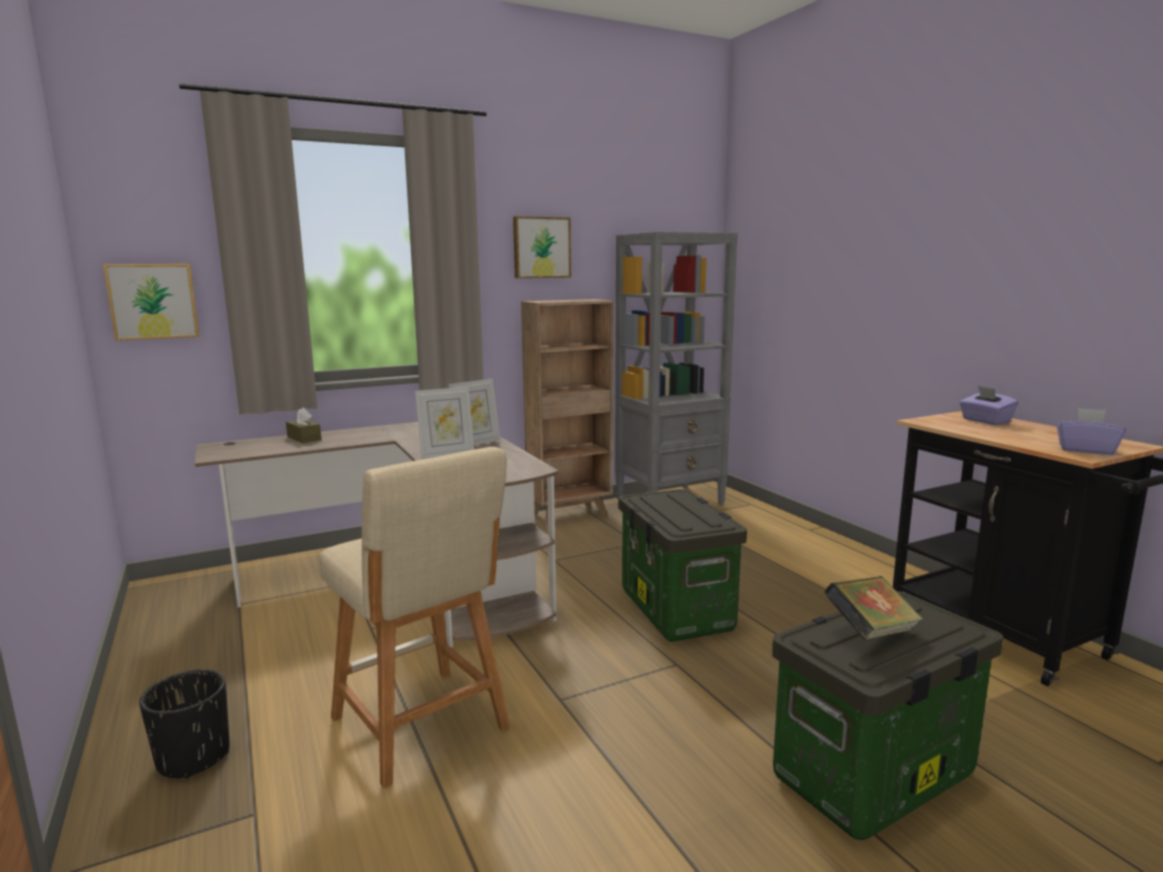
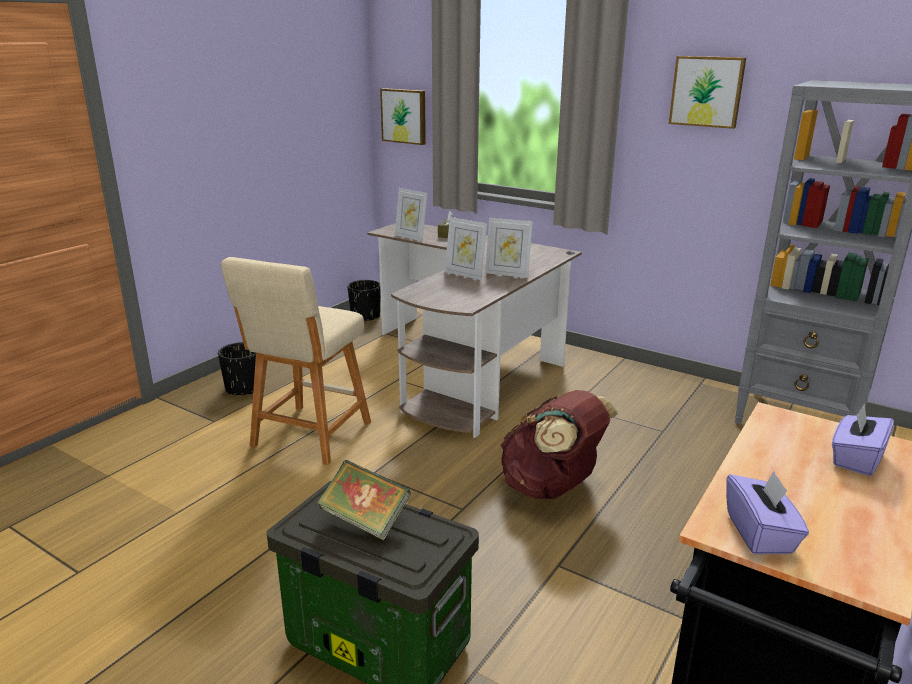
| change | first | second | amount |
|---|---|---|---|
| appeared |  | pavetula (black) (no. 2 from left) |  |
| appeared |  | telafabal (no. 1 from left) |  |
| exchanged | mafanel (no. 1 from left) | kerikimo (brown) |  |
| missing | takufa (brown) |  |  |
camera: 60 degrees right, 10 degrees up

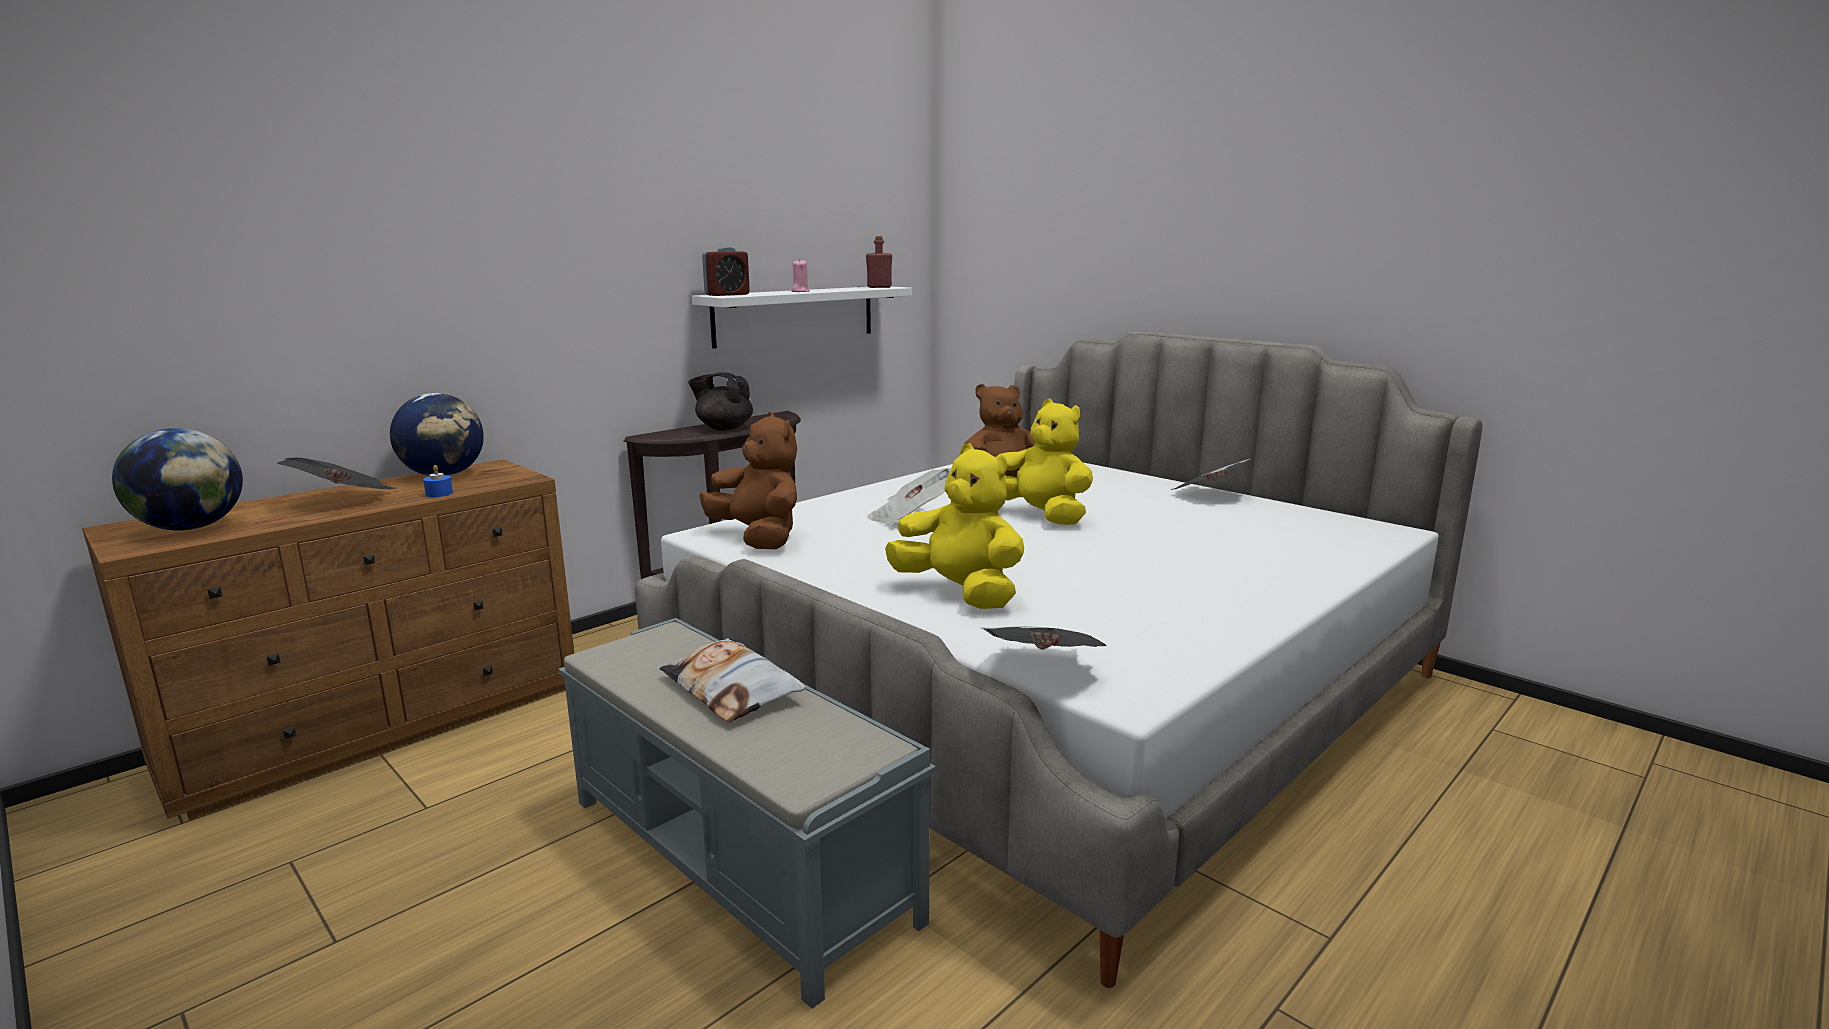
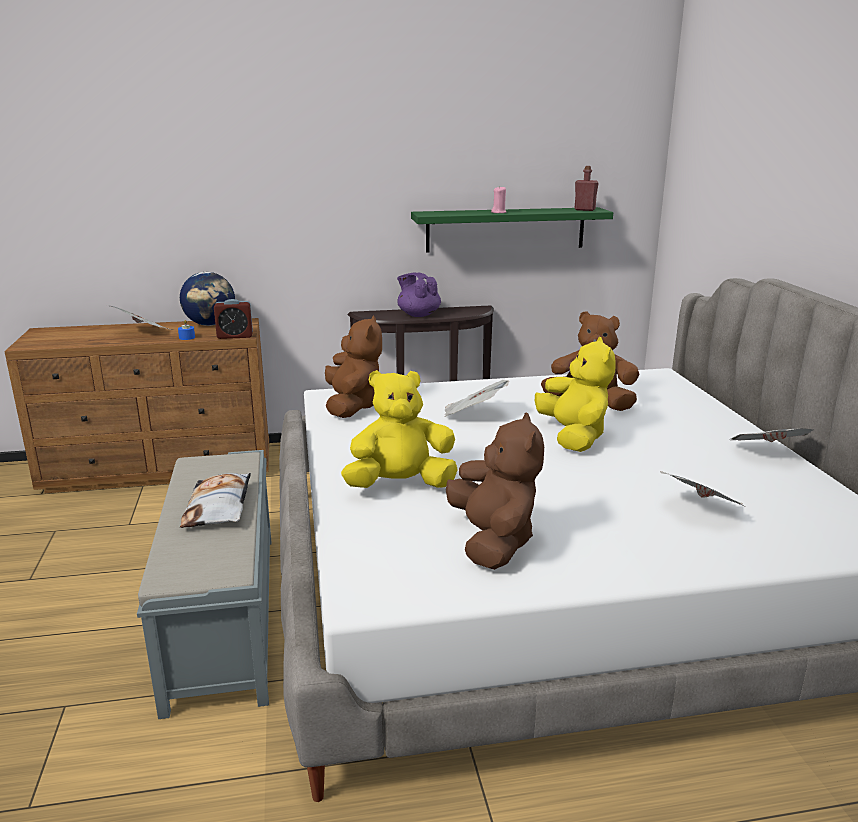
| change | first | second | amount |
|---|---|---|---|
| relocated | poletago |  |  |
| spun | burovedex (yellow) (no. 1 from left) |  | 90 degrees counterclockwise |
| colour | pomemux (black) | pomemux (purple) |  |
| colour | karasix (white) | karasix (green) |  |
| appeared |  | burovedex (brown) (no. 2 from left) |  |
| relocated | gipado (no. 3 from left) |  |  |
| missing | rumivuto (no. 1 from left) |  |  |
camera: 35 degrees right, 5 degrees up

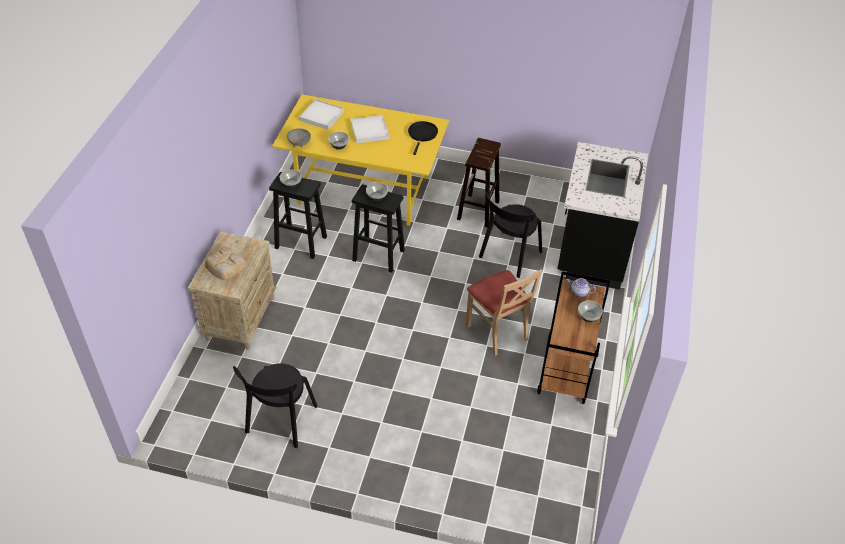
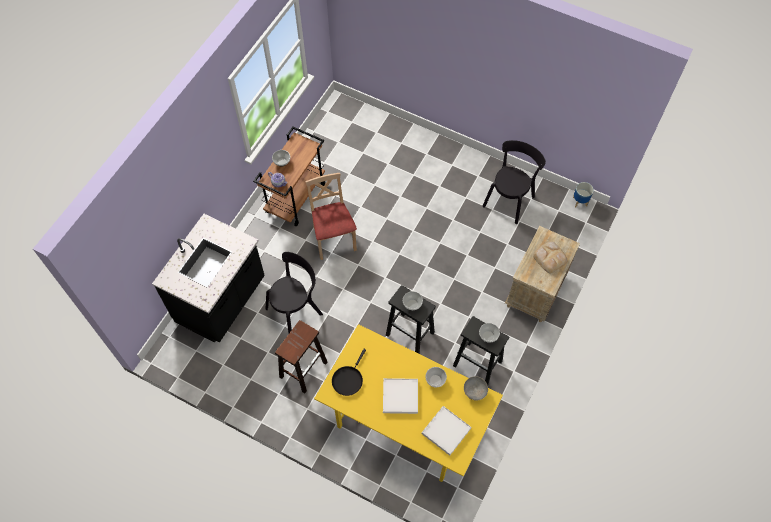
| change | first | second | amount |
|---|---|---|---|
| appeared |  | pavetula |  |
camera: 165 degrees left, 15 degrees up

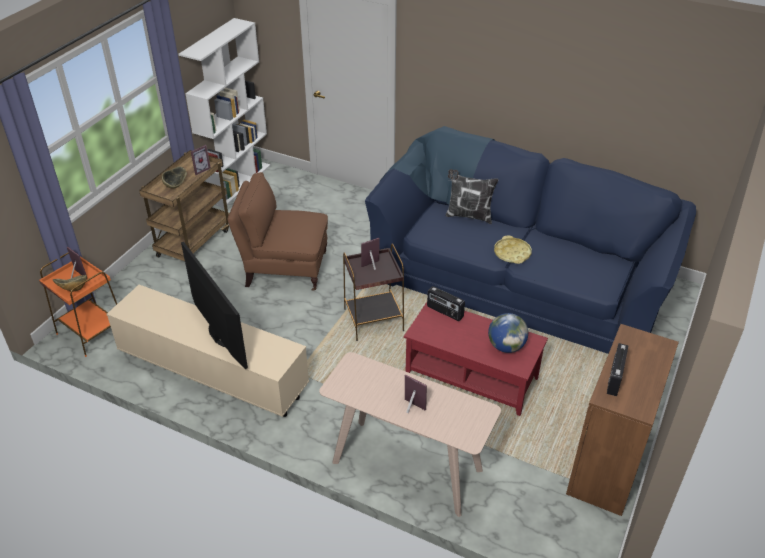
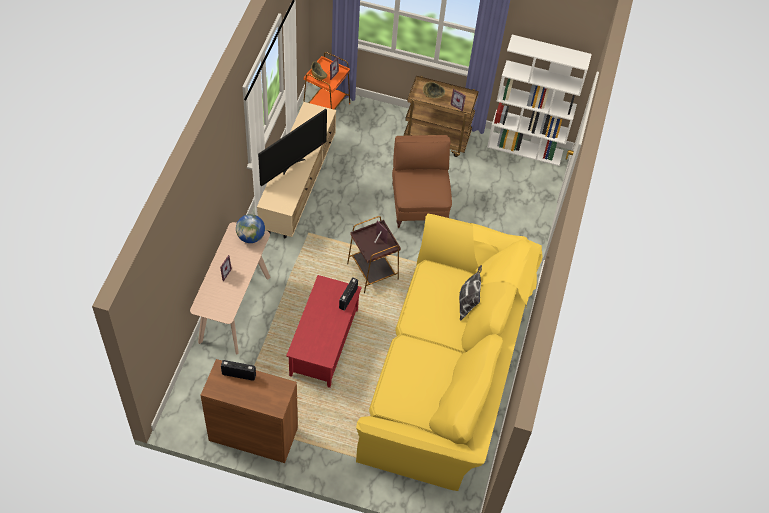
| change | first | second | amount |
|---|---|---|---|
| relocated | rumivuto |  |  |
| colour | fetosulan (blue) | fetosulan (yellow) |  |
| missing | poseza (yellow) |  |  |
camera: 75 degrees right, 15 degrees up

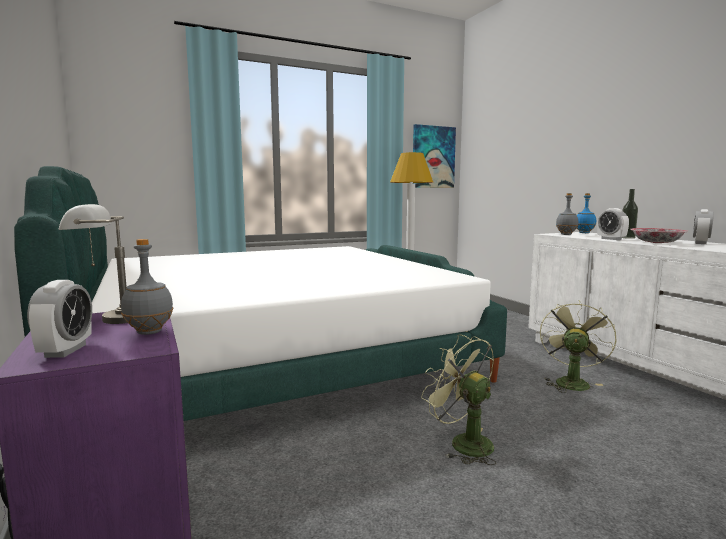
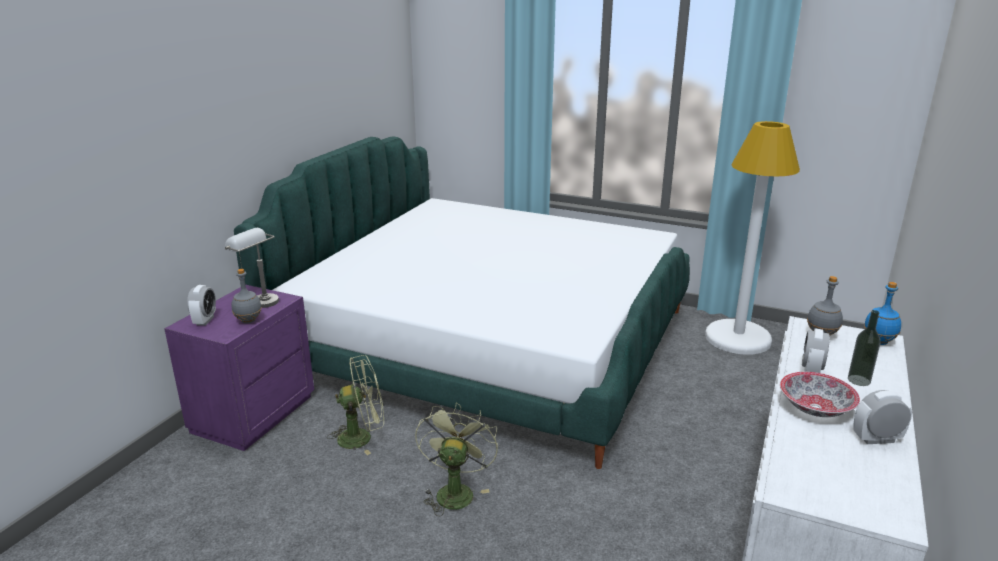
| change | first | second | amount |
|---|---|---|---|
| spun | poletago (no. 1 from left) |  | 45 degrees counterclockwise |
| relocated | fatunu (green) (no. 2 from left in the first image) | fatunu (green) (no. 1 from left) |  |
| missing | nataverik |  |  |
camera: 50 degrees right, 15 degrees up

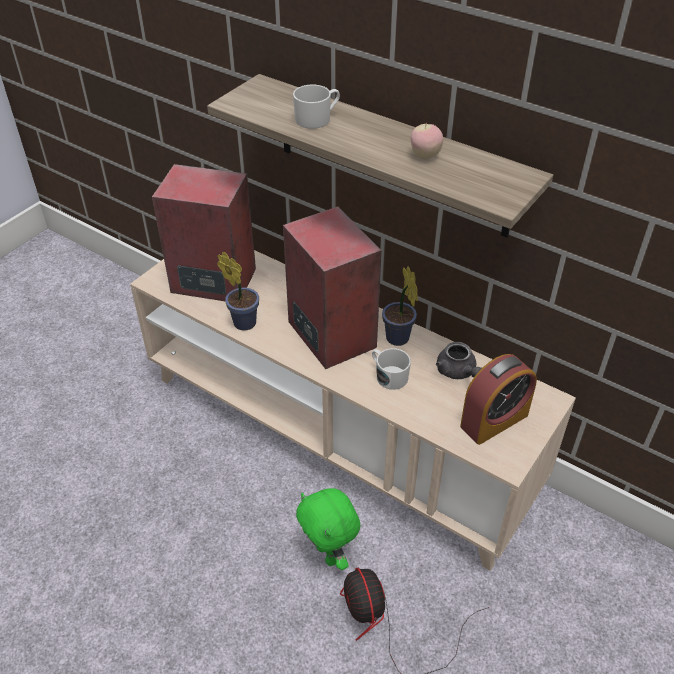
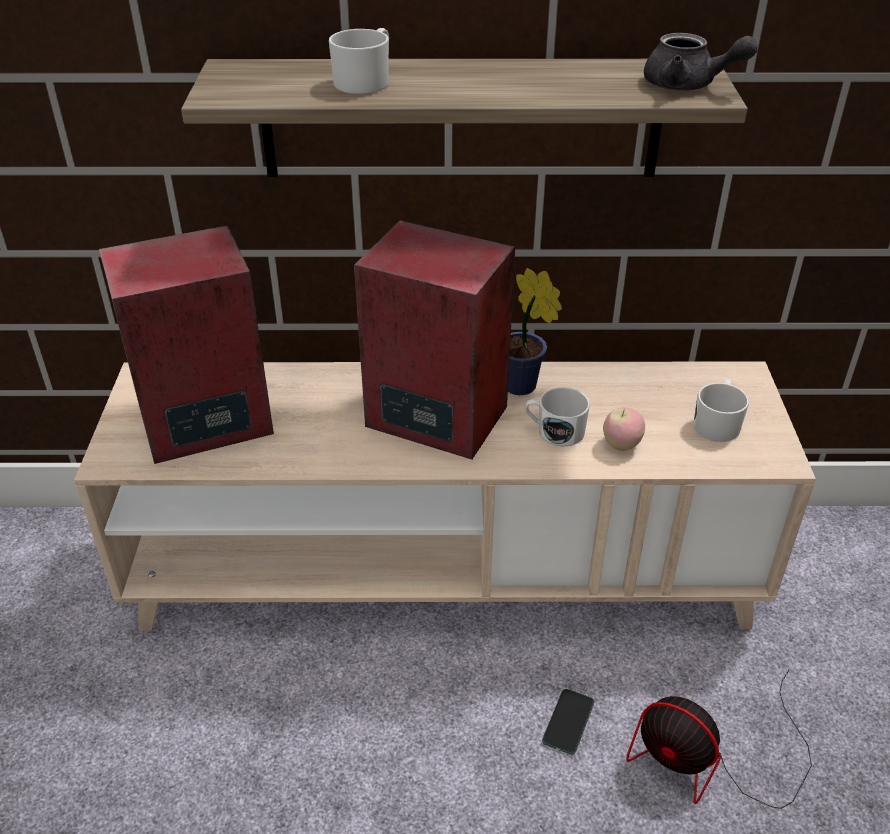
| change | first | second | amount |
|---|---|---|---|
| exchanged | burovedex (green) | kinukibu |  |
| relocated | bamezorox |  |  |
| relocated | pomemux (grey) |  |  |
| exchanged | poletago | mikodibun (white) (no. 3 from left) |  |
| missing | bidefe (no. 1 from left) |  |  |
camera: 35 degrees left, 5 degrees down

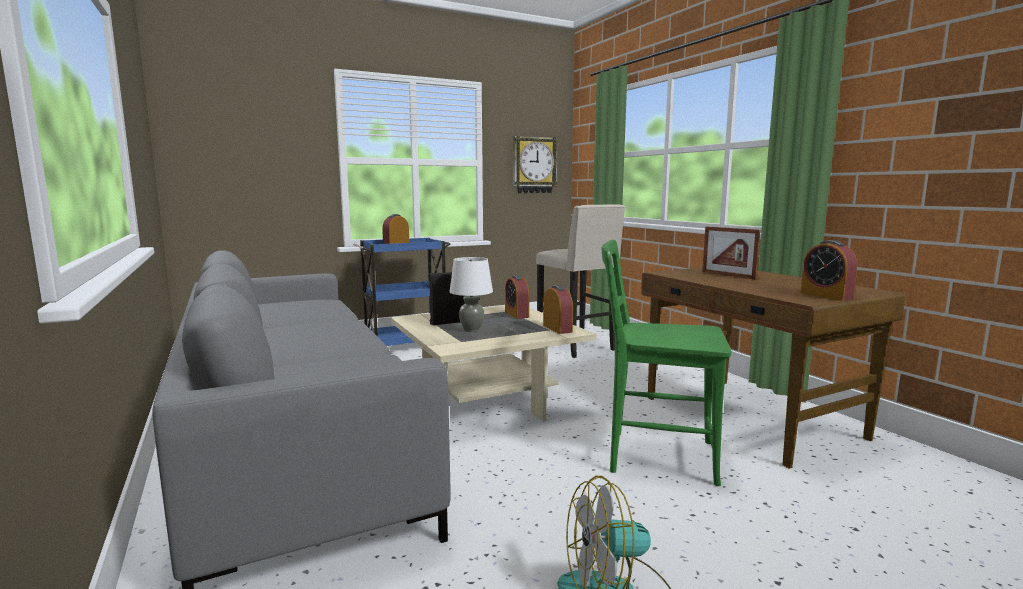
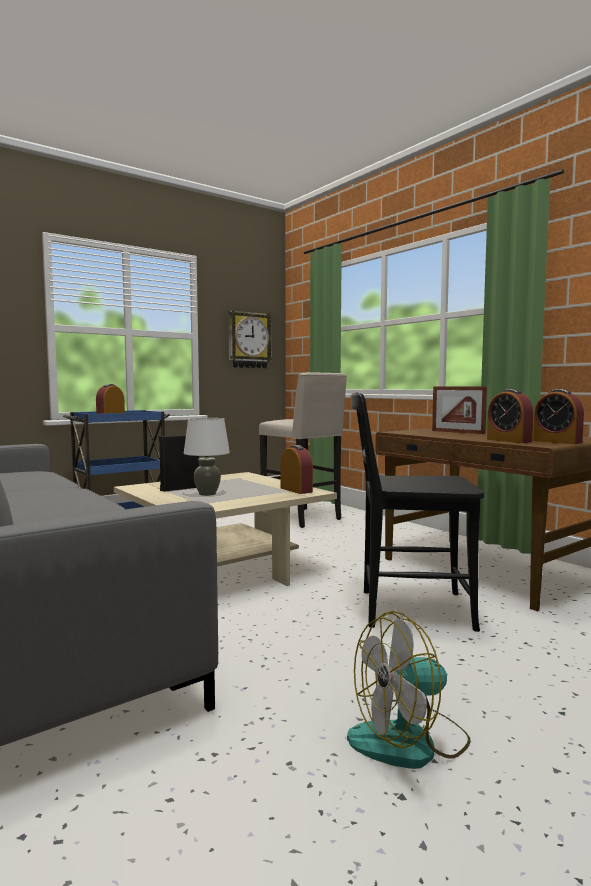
| change | first | second | amount |
|---|---|---|---|
| colour | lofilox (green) | lofilox (black) |  |
| relocated | poletago (no. 2 from left in the first image) | poletago (no. 3 from left) |  |
camera: 10 degrees left, 5 degrees down

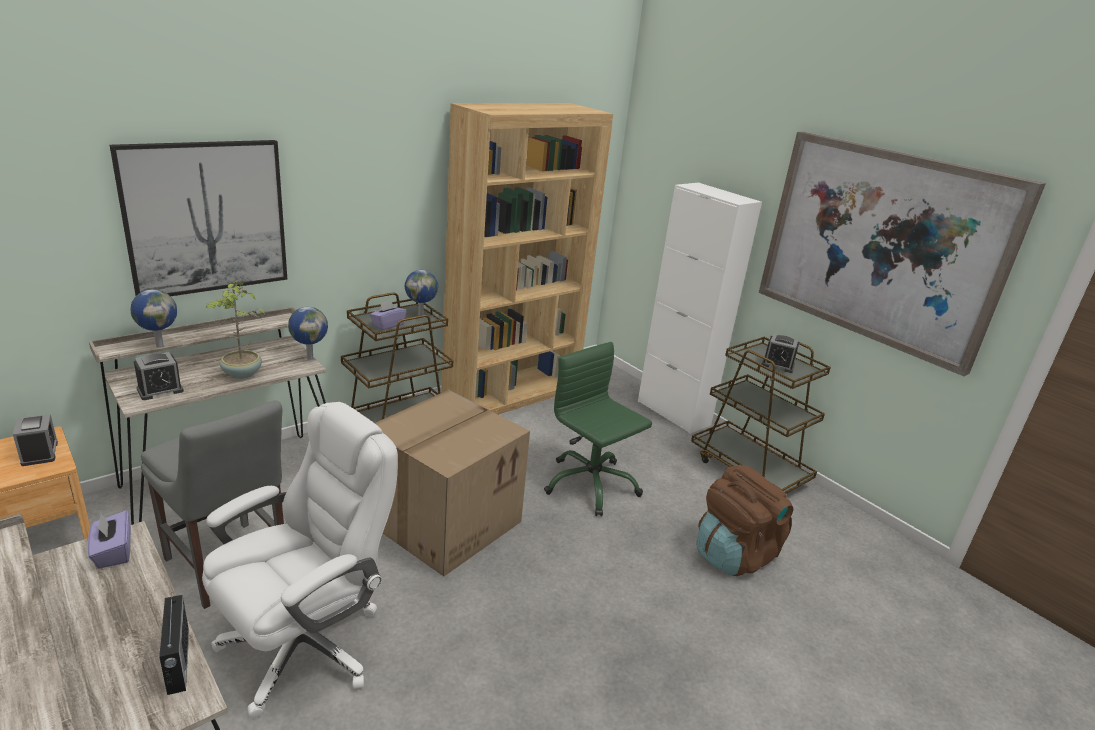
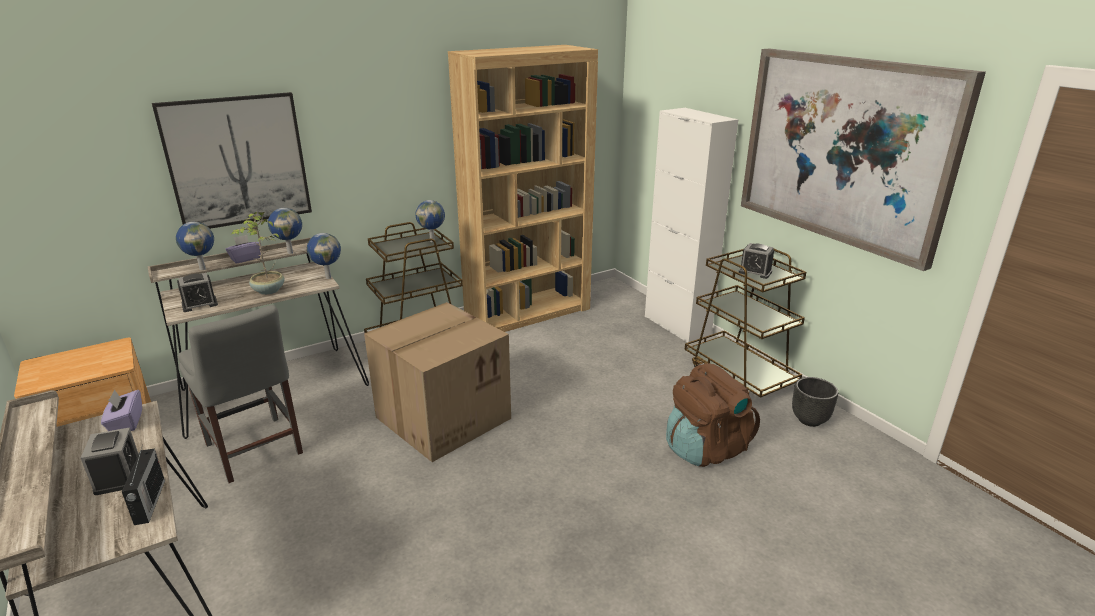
| change | first | second | amount |
|---|---|---|---|
| relocated | poletago (no. 1 from left) |  |  |
| relocated | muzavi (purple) (no. 2 from left) |  |  |
| appeared |  | rumivuto (no. 2 from left) |  |
| appeared |  | pavetula (black) |  |
| missing | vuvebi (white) |  |  |
| missing | vuvebi (green) |  |  |
camera: 10 degrees right, 0 degrees up

